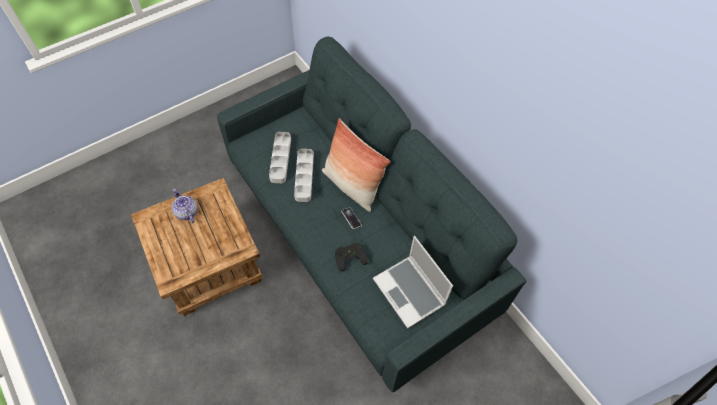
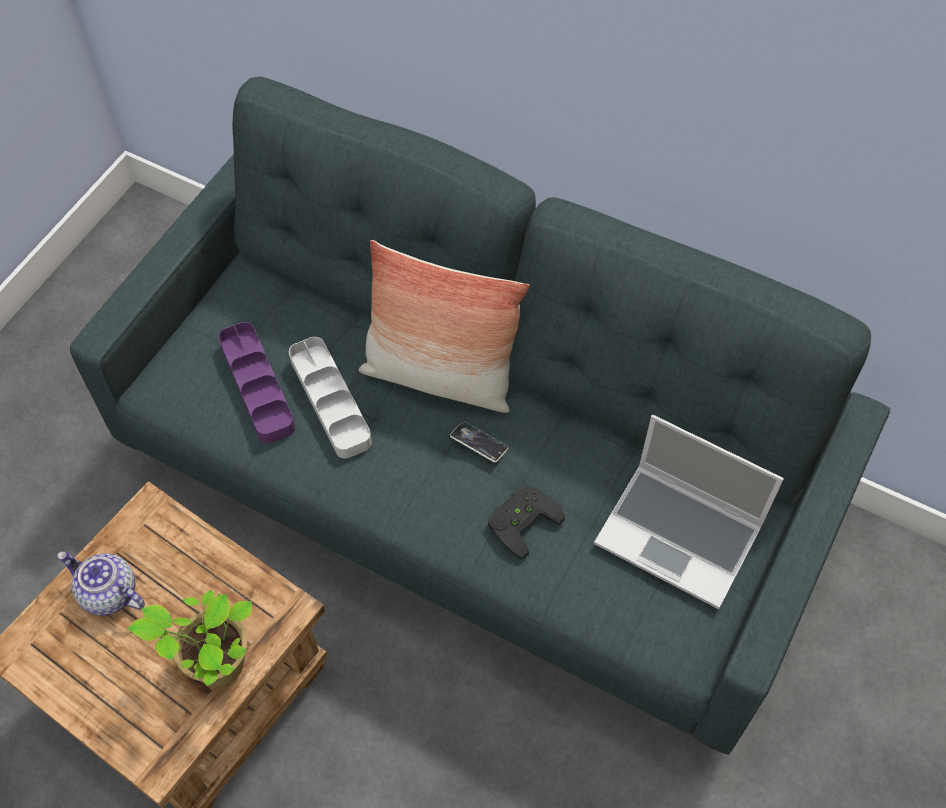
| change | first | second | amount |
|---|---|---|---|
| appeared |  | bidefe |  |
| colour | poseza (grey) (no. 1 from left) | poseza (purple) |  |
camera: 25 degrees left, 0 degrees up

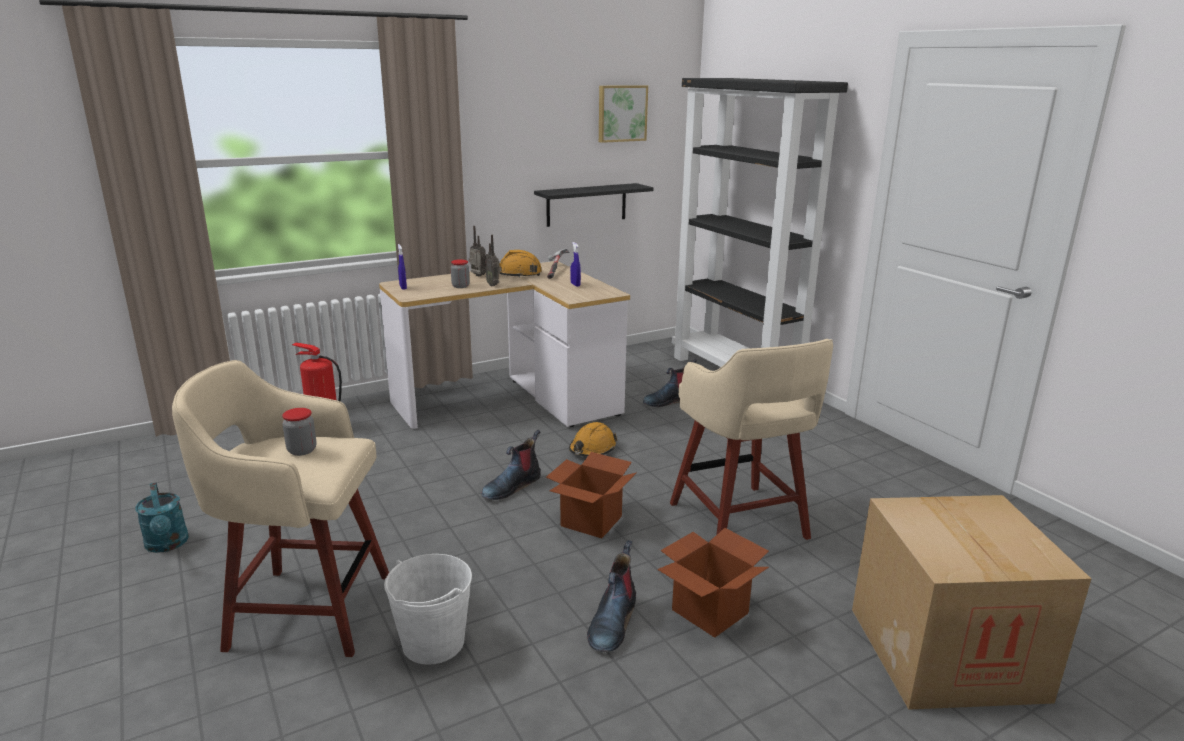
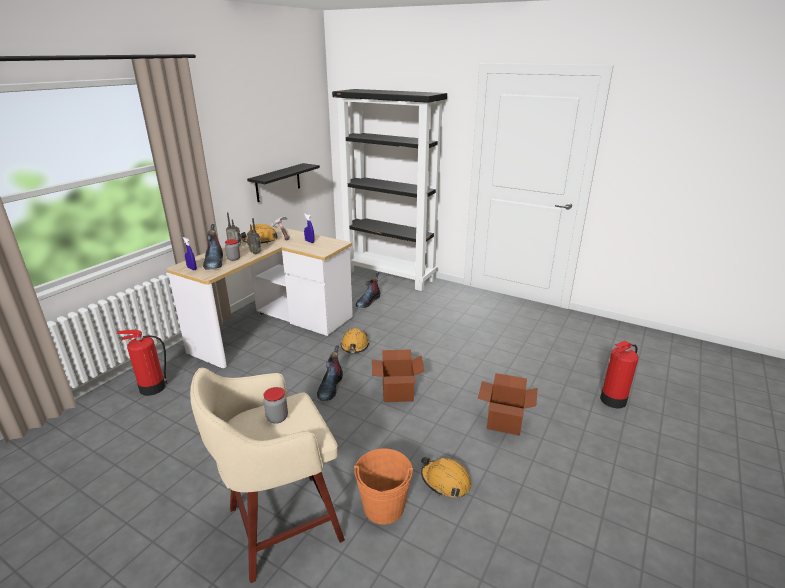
| change | first | second | amount |
|---|---|---|---|
| relocated | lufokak (no. 2 from left in the first image) | lufokak (no. 1 from left) |  |
| colour | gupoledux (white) | gupoledux (orange) |  |
| appeared |  | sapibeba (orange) (no. 3 from left) |  |
| exchanged | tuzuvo (no. 3 from left) | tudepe (no. 2 from left) |  |
| missing | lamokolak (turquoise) |  |  |
| missing | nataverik |  |  |
| missing | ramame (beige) (no. 2 from left) |  |  |
camera: 30 degrees left, 5 degrees up

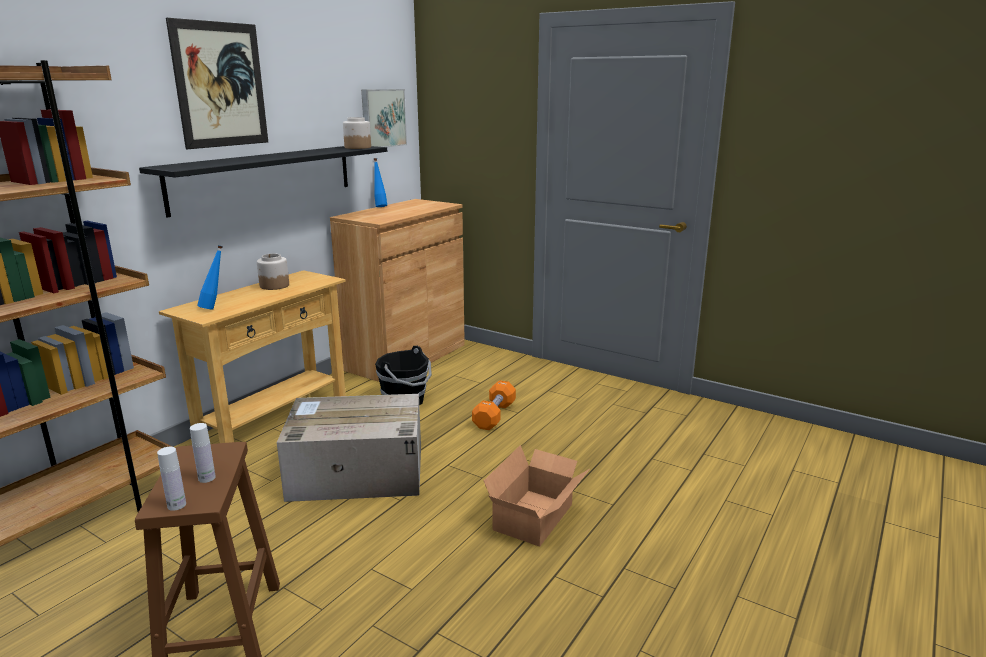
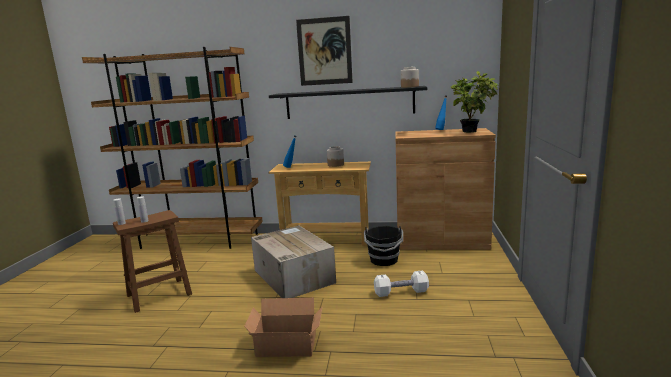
| change | first | second | amount |
|---|---|---|---|
| colour | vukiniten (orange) | vukiniten (white) |  |
| appeared |  | bidefe |  |
| missing | nataverik (no. 2 from left) |  |  |
camera: 65 degrees right, 5 degrees down

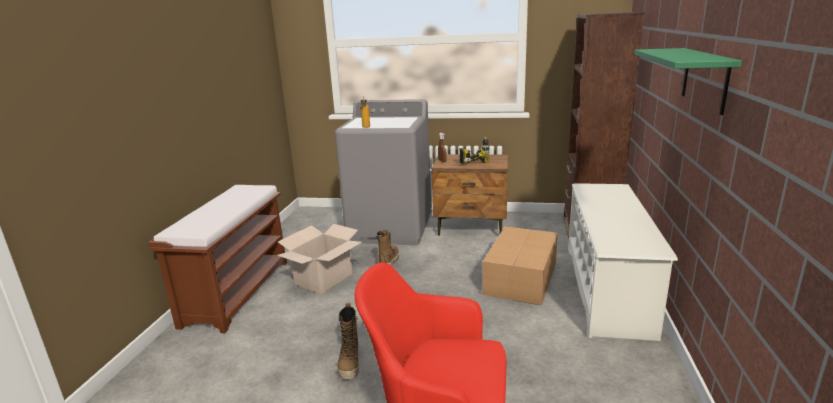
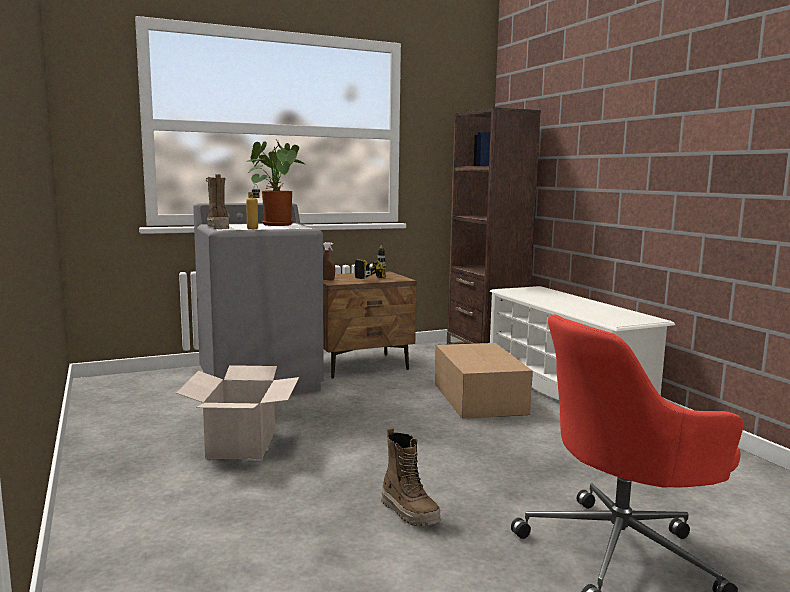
| change | first | second | amount |
|---|---|---|---|
| relocated | lufokak (no. 2 from left in the first image) | lufokak (no. 1 from left) |  |
| appeared |  | bidefe |  |
| missing | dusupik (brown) |  |  |
| missing | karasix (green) |  |  |
camera: 35 degrees left, 10 degrees down

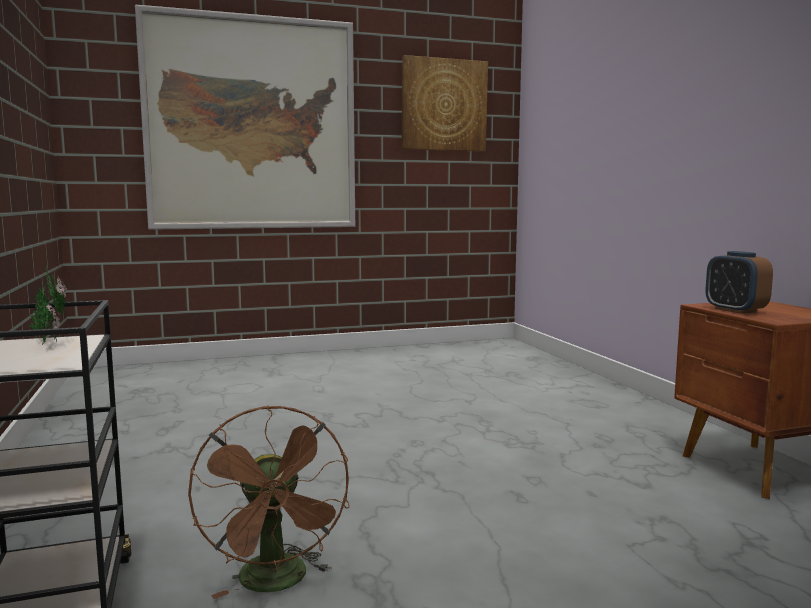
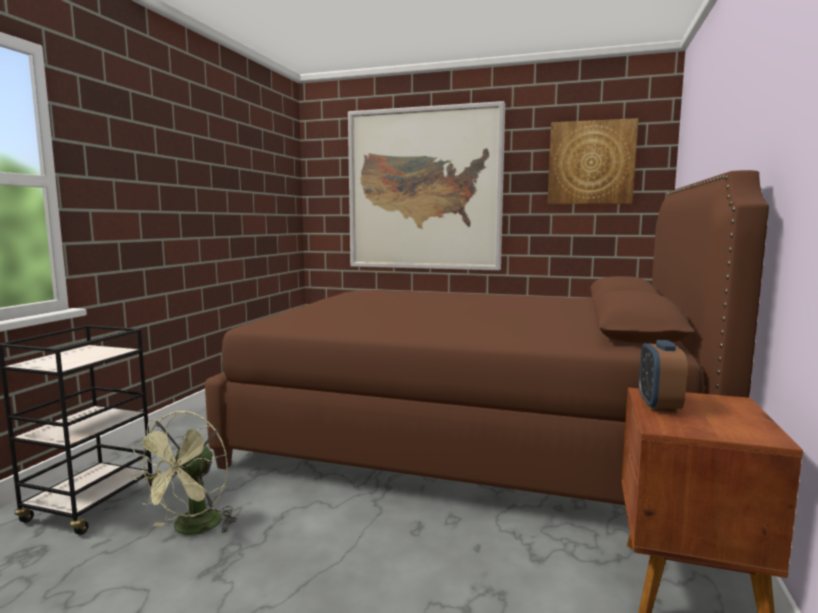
| change | first | second | amount |
|---|---|---|---|
| colour | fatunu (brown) | fatunu (green) |  |
| appeared |  | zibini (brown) |  |
| missing | bidefe |  |  |
camera: 35 degrees right, 0 degrees up

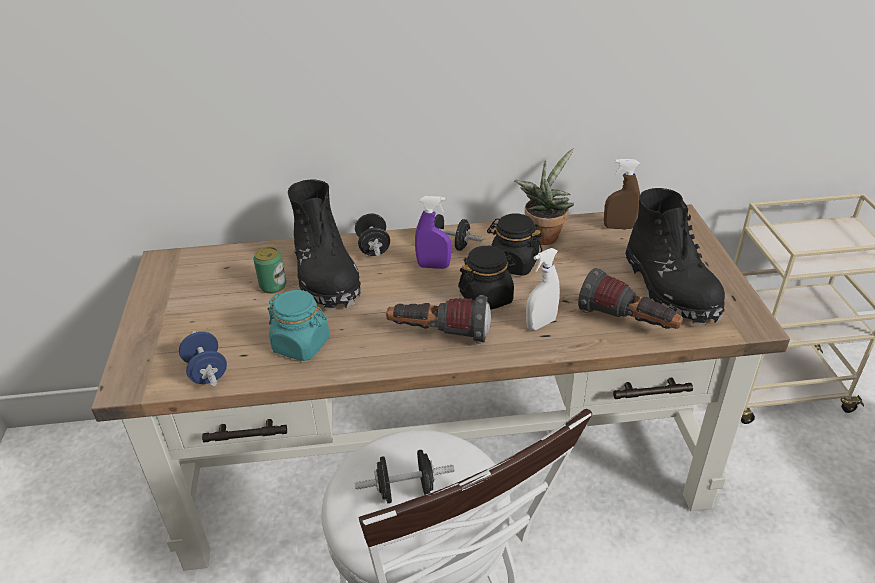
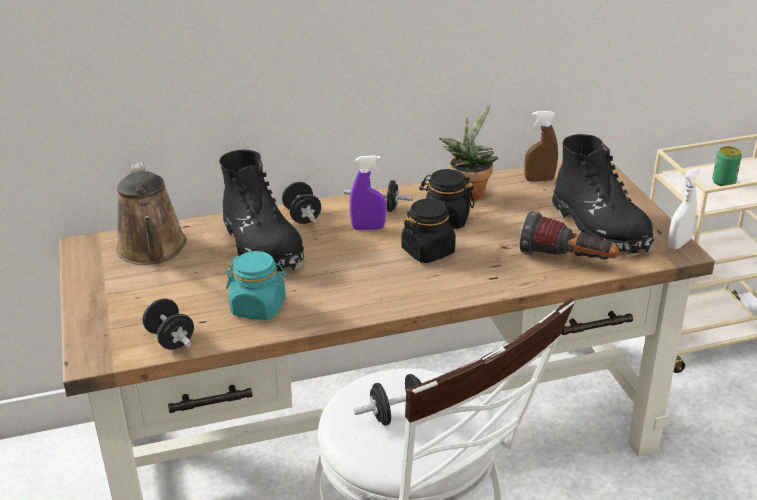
| change | first | second | amount |
|---|---|---|---|
| appeared |  | lamokolak (brown) |  |
| colour | vukiniten (blue) | vukiniten (black) (no. 1 from left) |  |
| relocated | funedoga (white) |  |  |
| relocated | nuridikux |  |  |
| missing | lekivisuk (no. 1 from left) |  |  |
camera: 10 degrees left, 5 degrees down

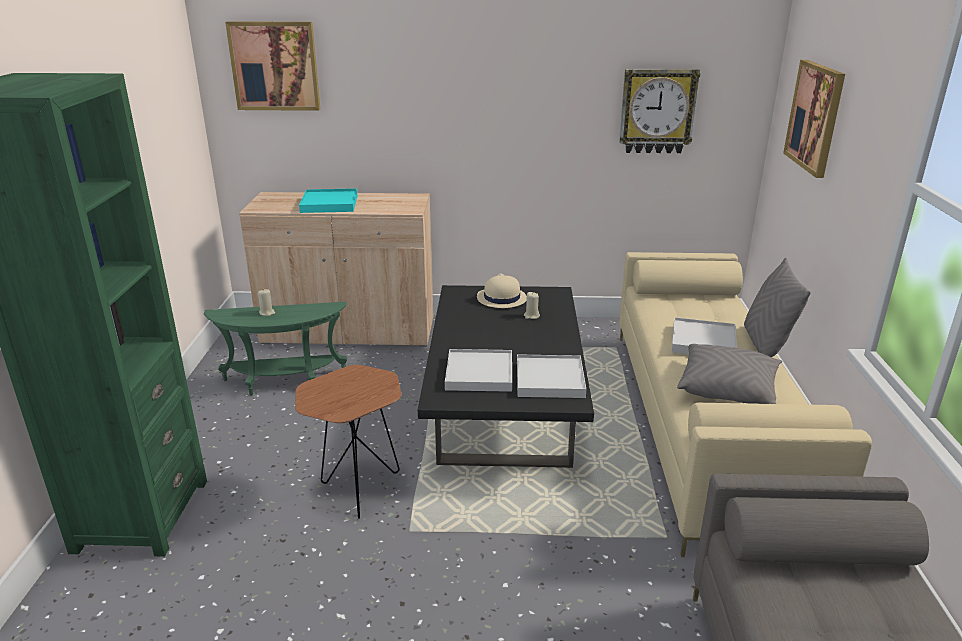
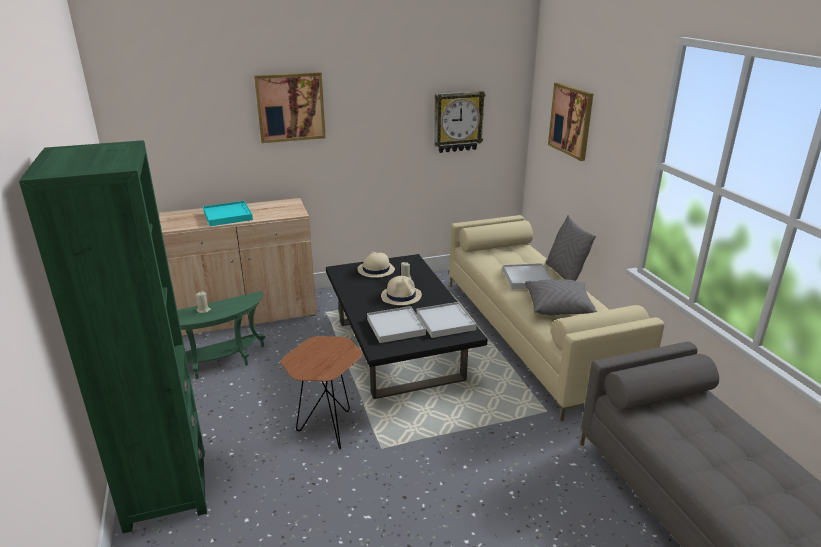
| change | first | second | amount |
|---|---|---|---|
| relocated | nataverik (no. 1 from left) |  |  |
| appeared |  | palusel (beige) (no. 2 from left) |  |
camera: 20 degrees left, 0 degrees up

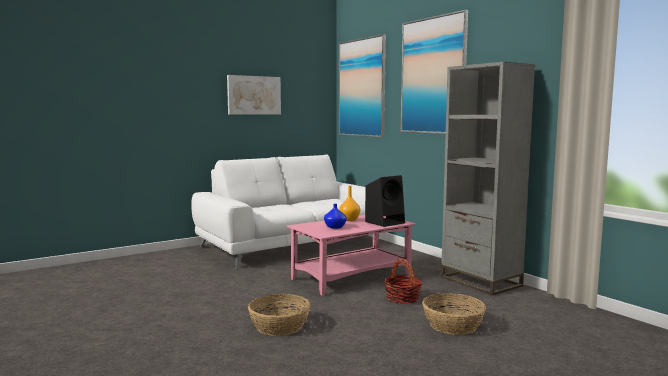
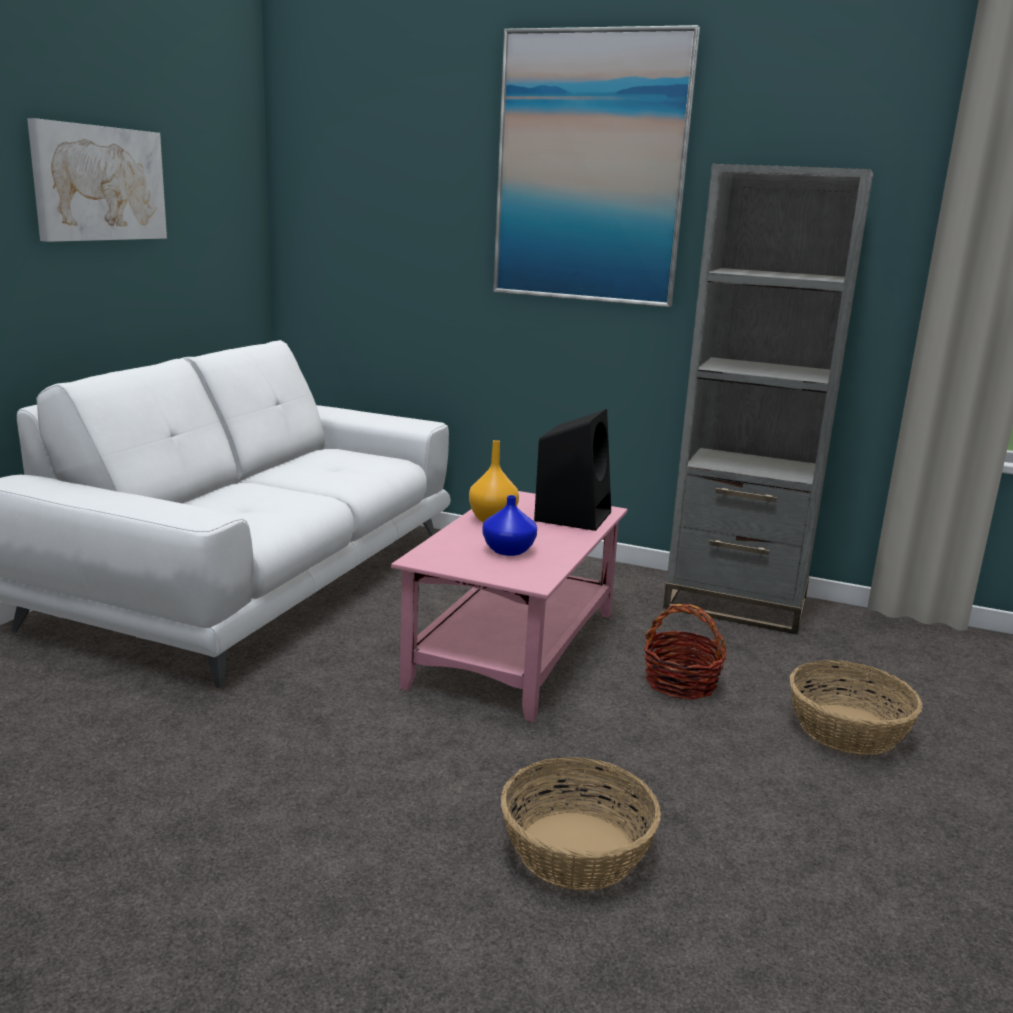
| change | first | second | amount |
|---|---|---|---|
| missing | nataverik (no. 2 from left) |  |  |
camera: 35 degrees left, 10 degrees up

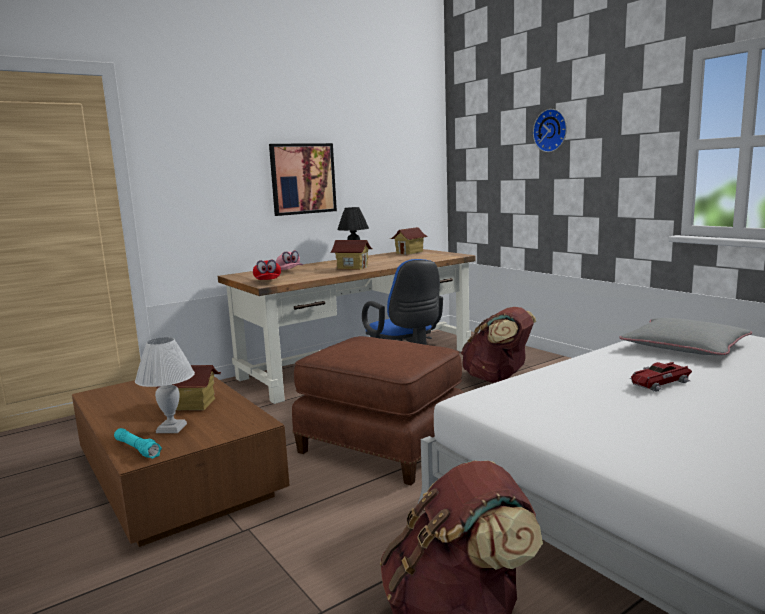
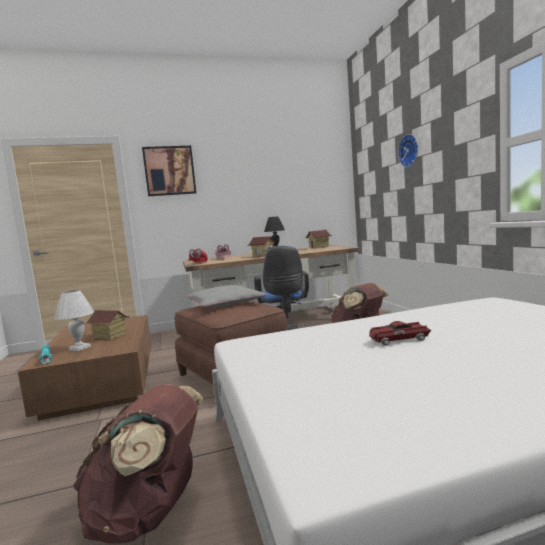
| change | first | second | amount |
|---|---|---|---|
| relocated | nataverik |  |  |
| relocated | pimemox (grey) |  |  |
camera: 20 degrees right, 5 degrees down

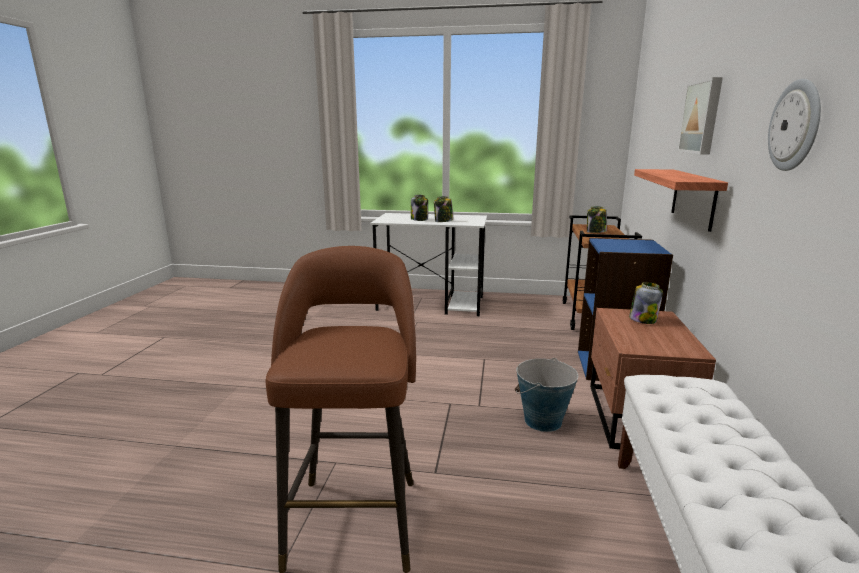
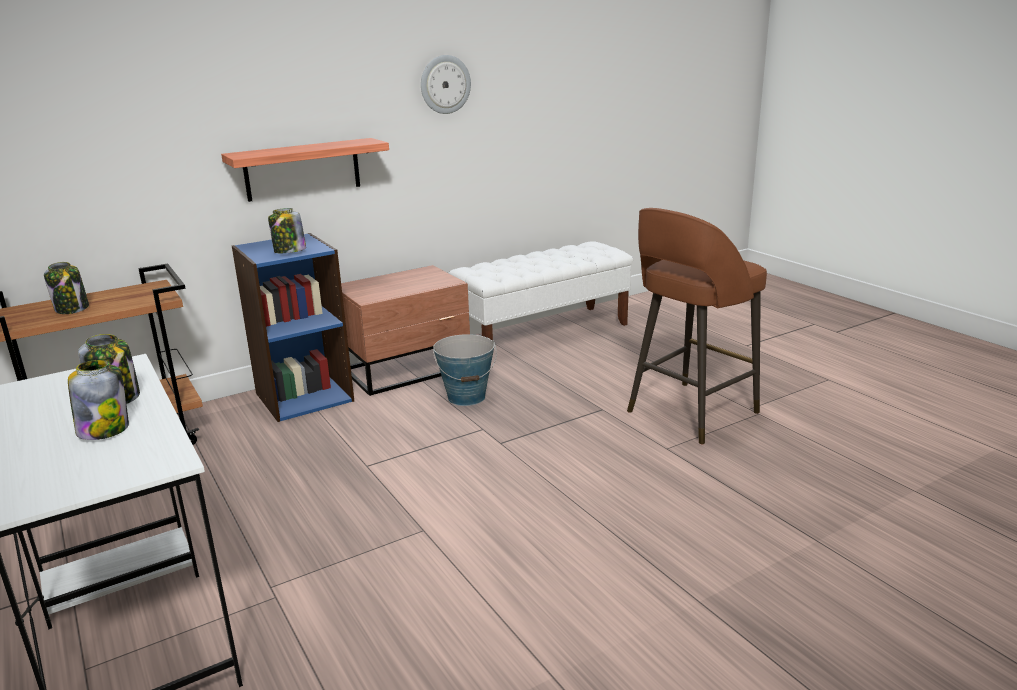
| change | first | second | amount |
|---|---|---|---|
| relocated | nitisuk (no. 4 from left) |  |  |
| missing | nataverik |  |  |
camera: 130 degrees left, 5 degrees up

